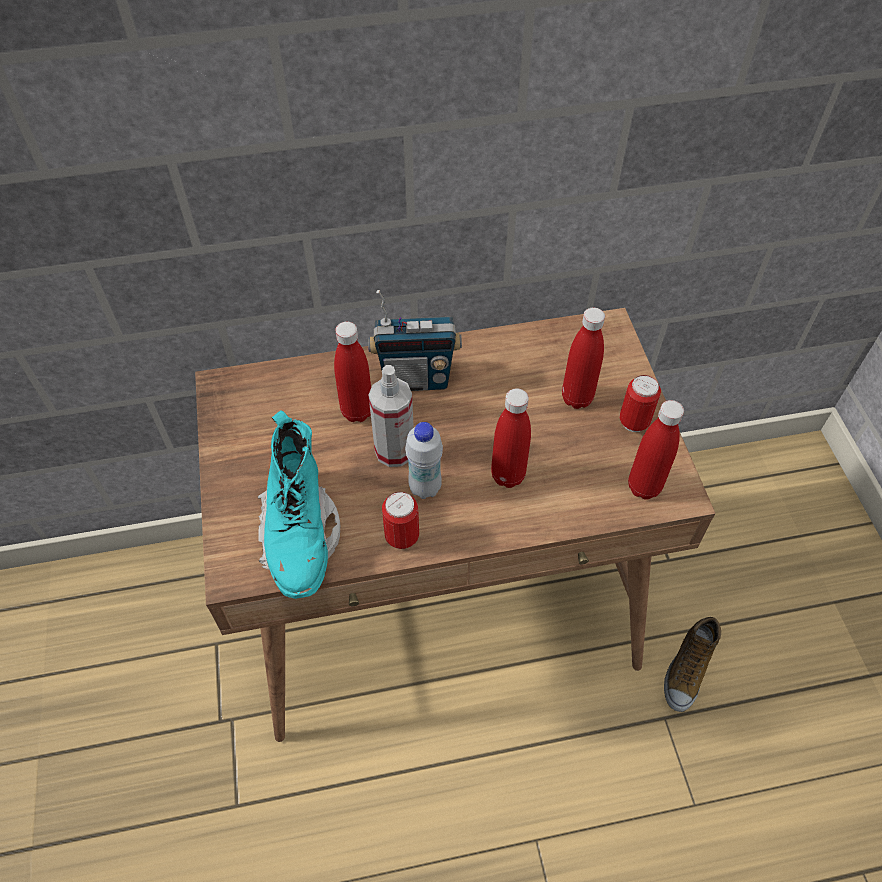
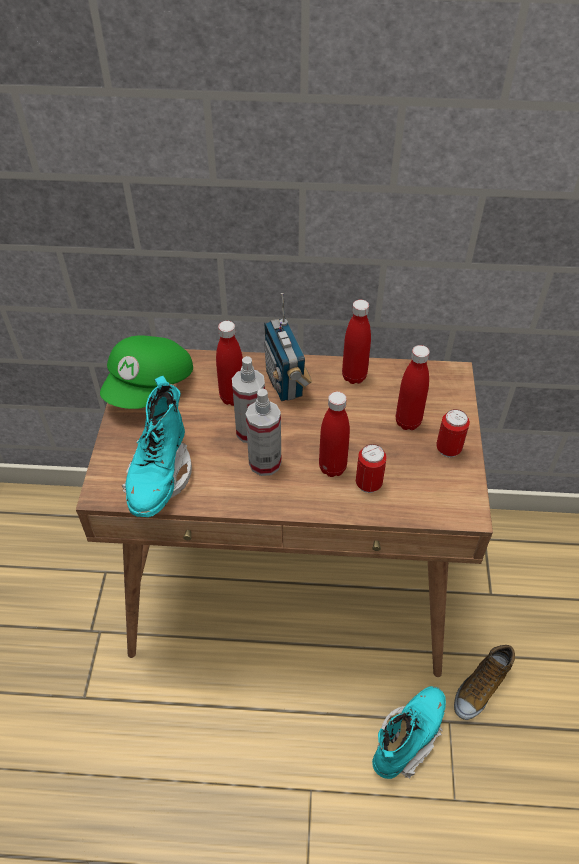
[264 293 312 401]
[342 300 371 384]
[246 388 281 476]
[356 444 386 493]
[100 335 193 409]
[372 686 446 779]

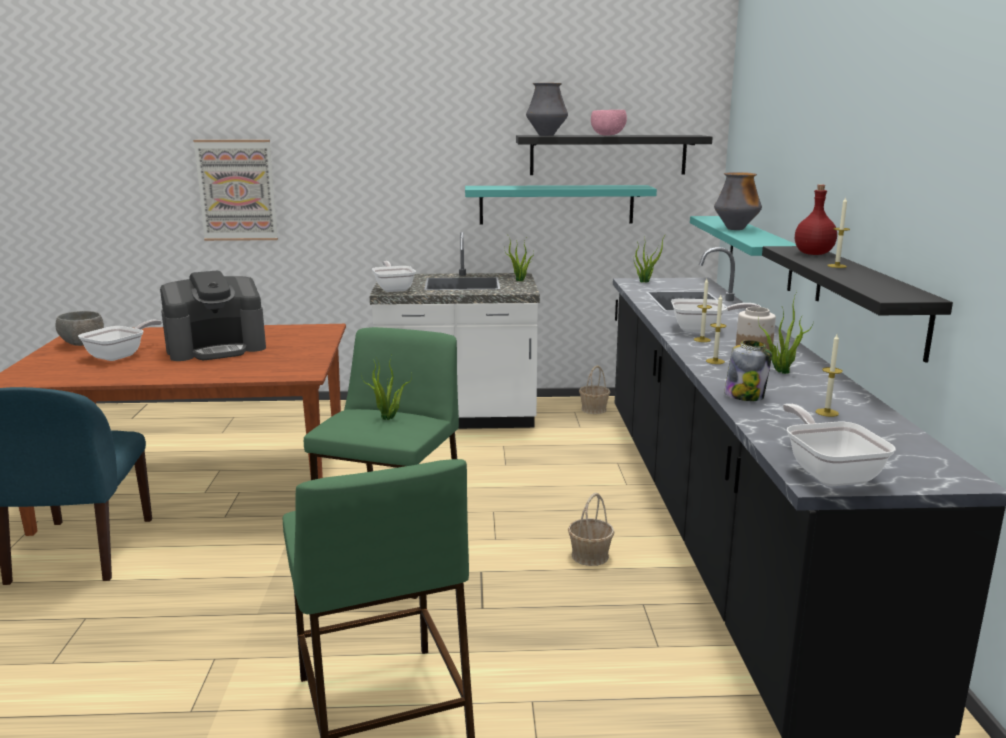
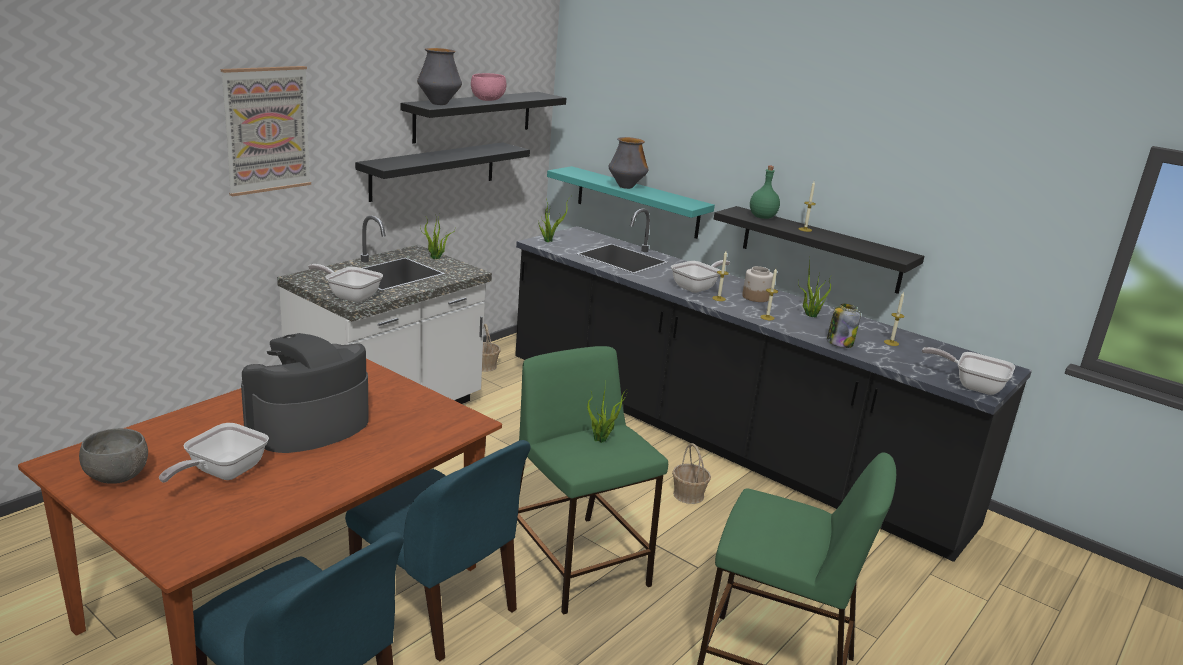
[221 66 311 196]
[355 142 530 202]
[750 166 780 219]
[241 333 369 453]
[159 423 269 483]
[345 440 530 661]

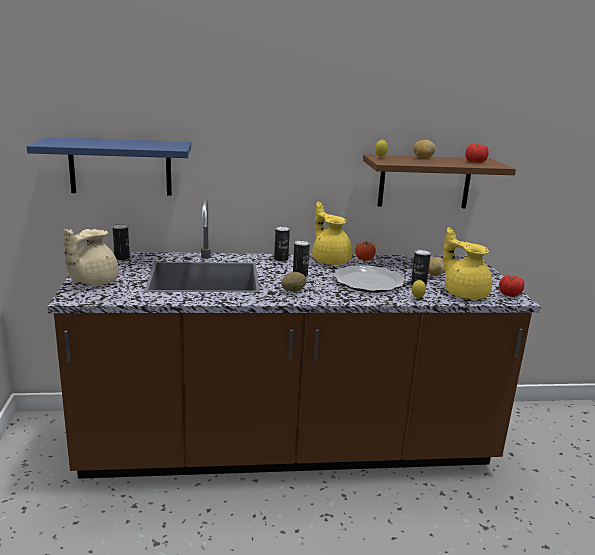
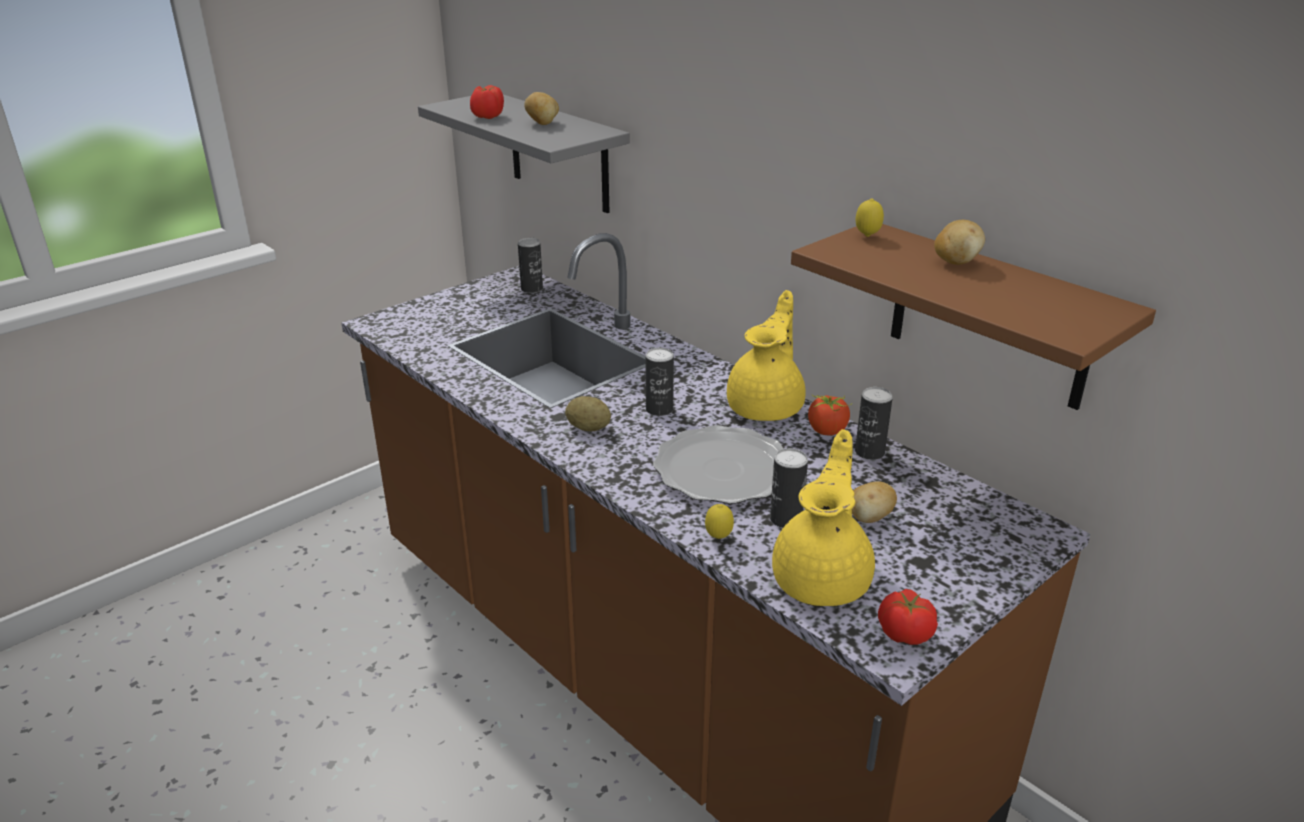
[418 95 630 213]
[470 85 504 119]
[855 387 893 460]
[63 229 119 286] (first image)
[524 92 559 125]

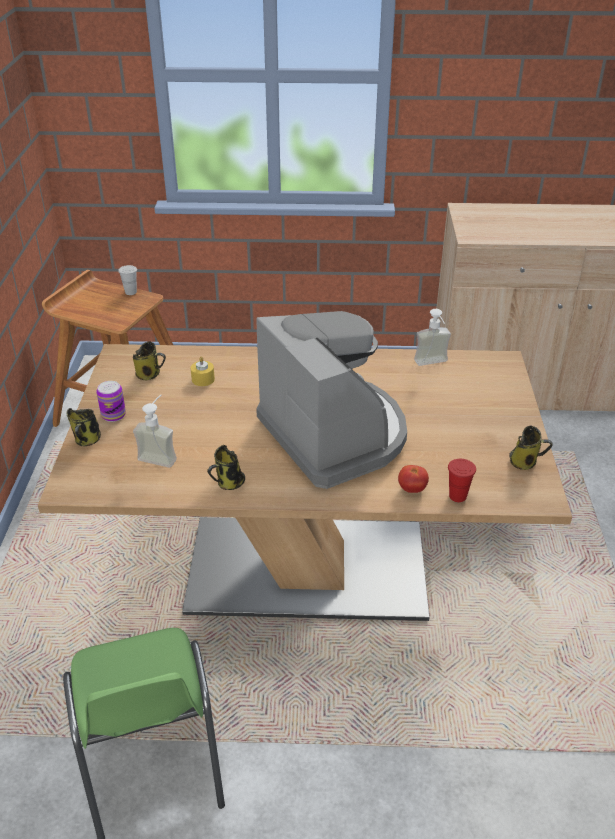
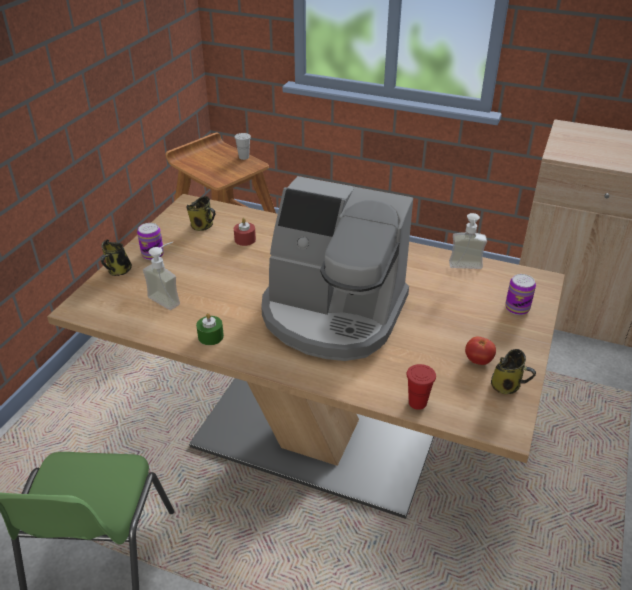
[261 176 413 361]
[234 218 256 246]
[196 313 224 345]
[465 337 496 365]
[505 274 536 315]

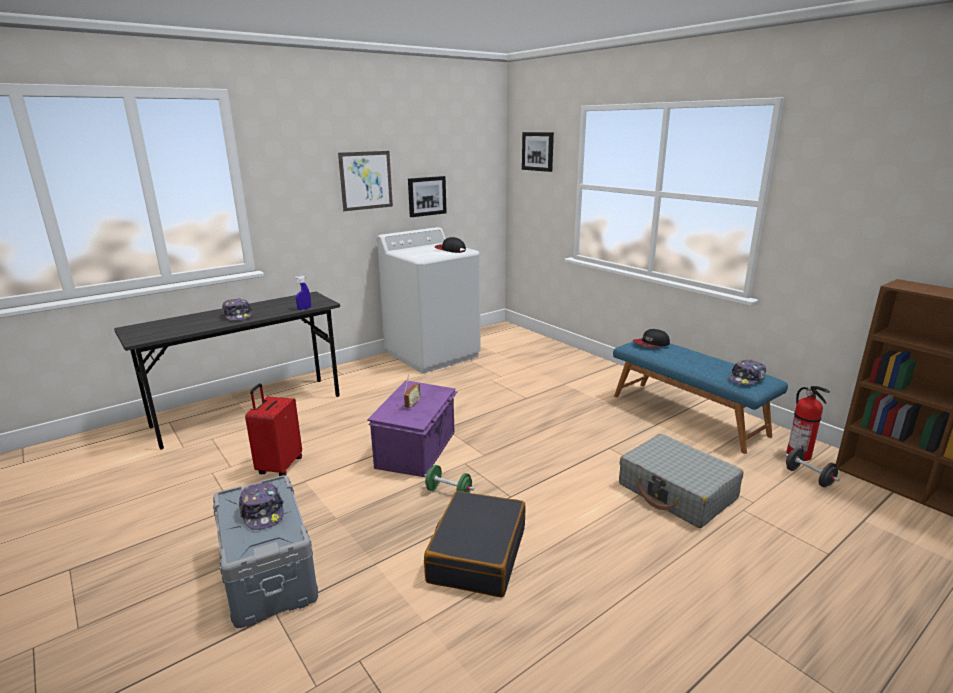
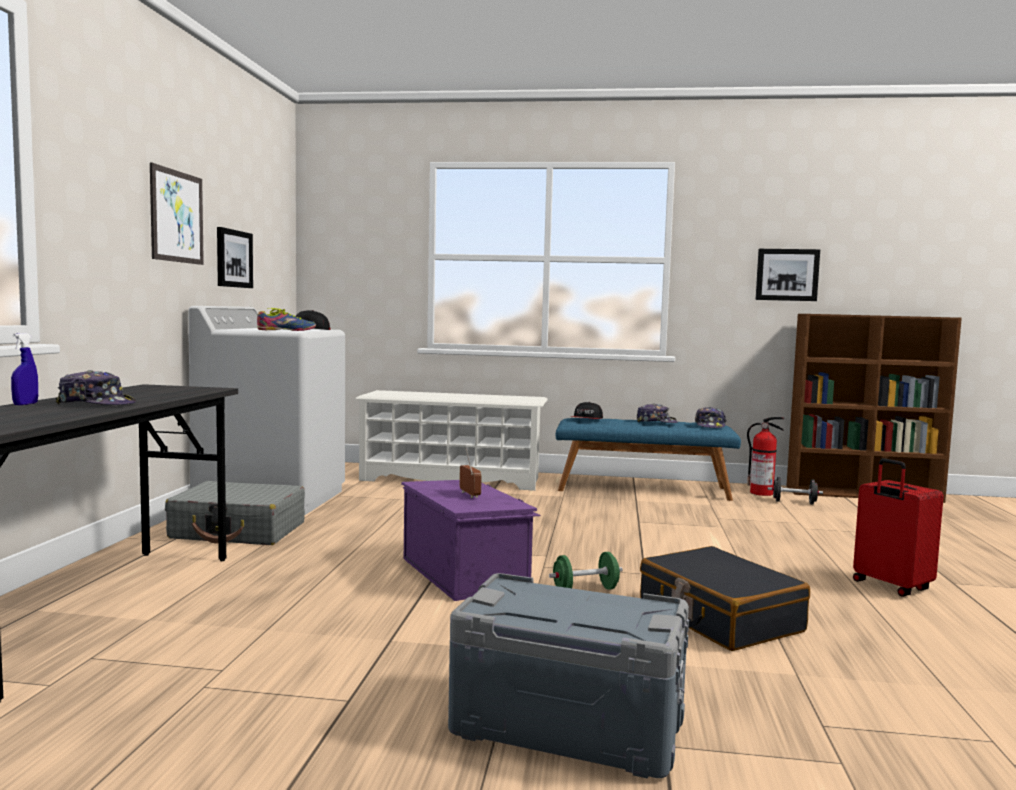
[756 249 820 301]
[11 333 38 405]
[853 458 944 596]
[165 481 305 545]
[636 403 677 423]
[257 308 316 331]
[355 390 548 491]

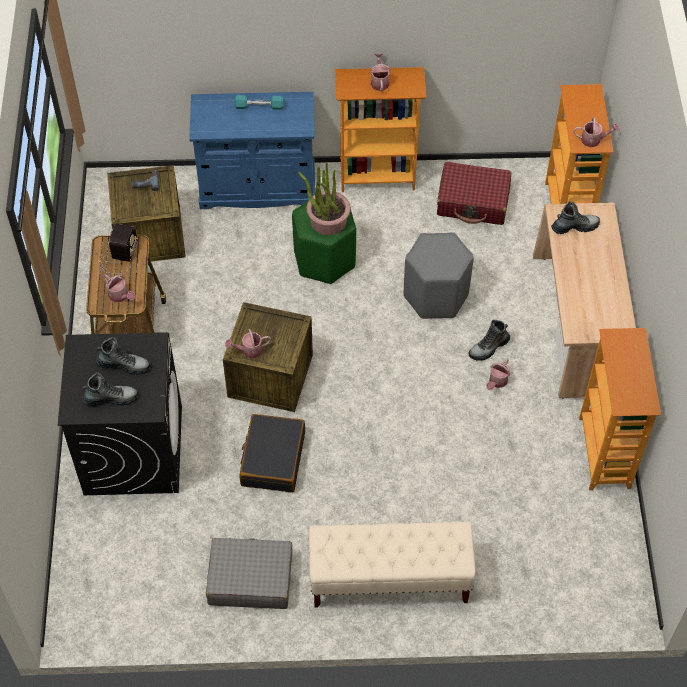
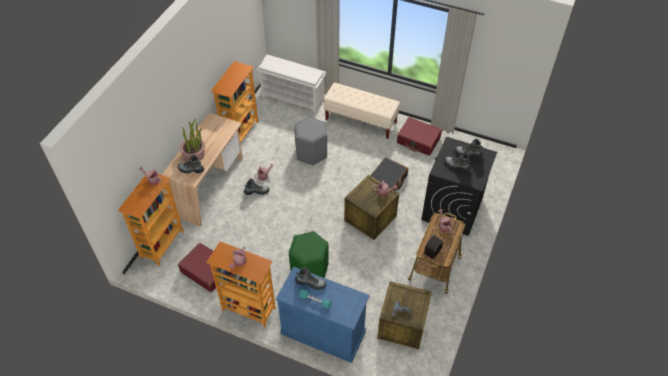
[180 119 205 161]
[294 117 327 165]
[397 117 442 156]
[256 55 326 113]
[295 267 326 290]

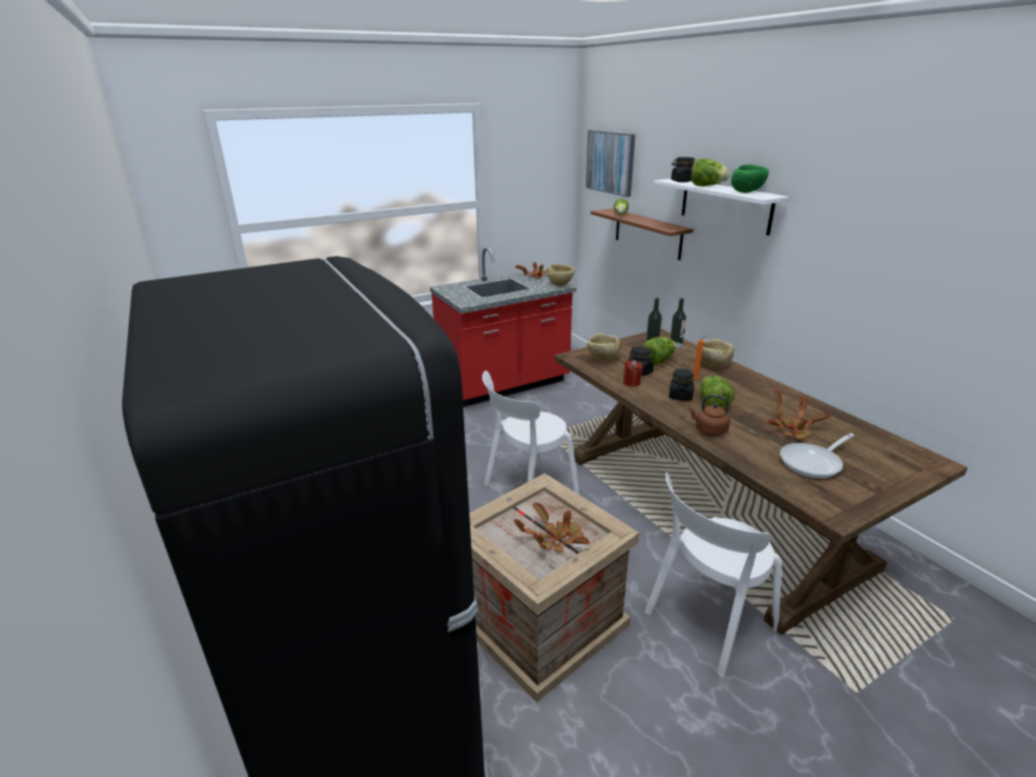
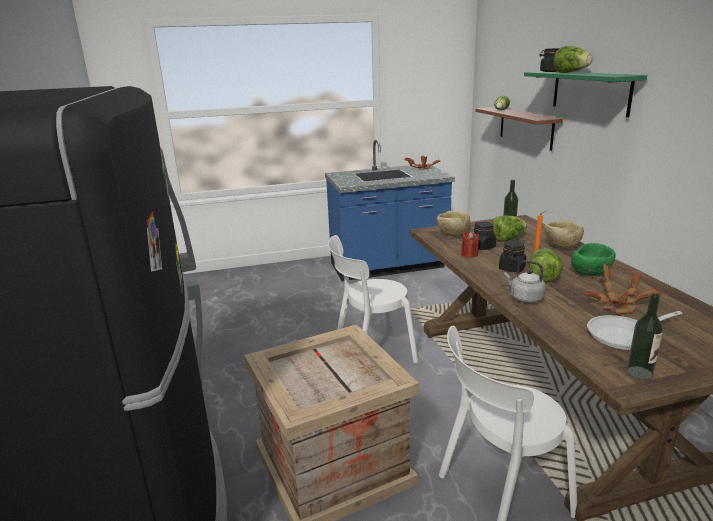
[586 130 635 197] (first image)
[571 243 616 276]
[524 71 647 117]
[325 140 455 281]
[547 264 575 286] (first image)
[627 293 663 380]
[504 260 546 303]
[514 502 590 552] (first image)

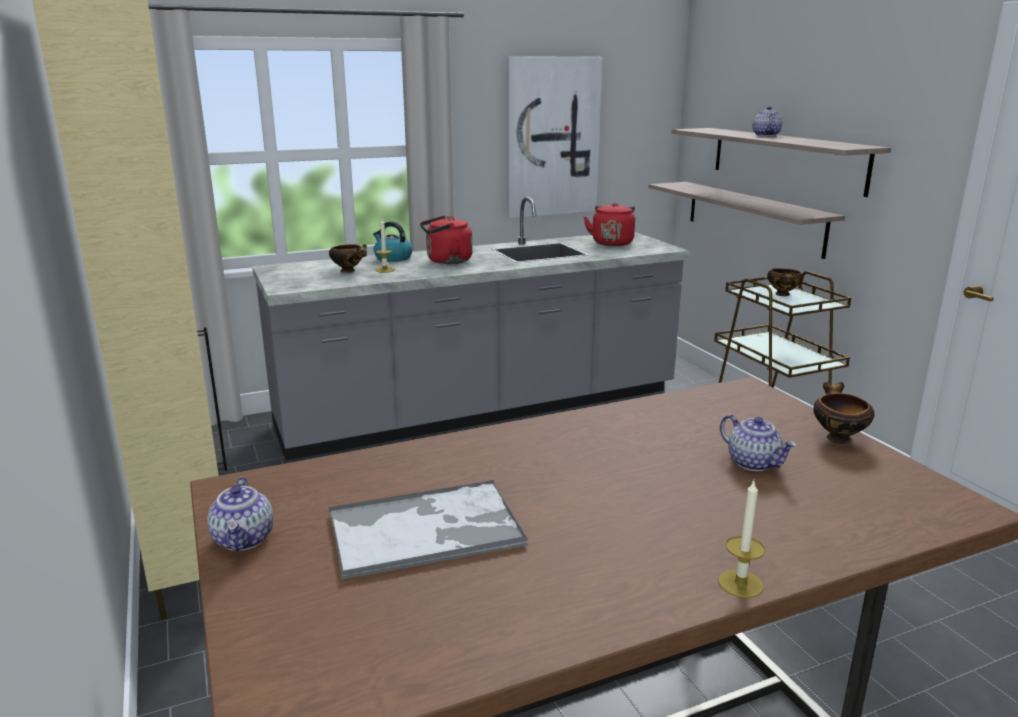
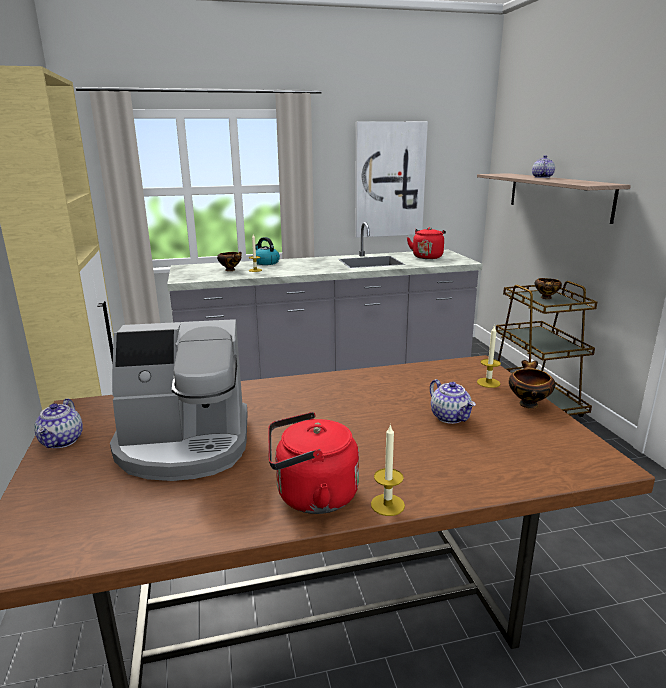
[648 182 845 259] (first image)
[268 412 359 514]
[110 319 248 481]
[477 325 501 388]

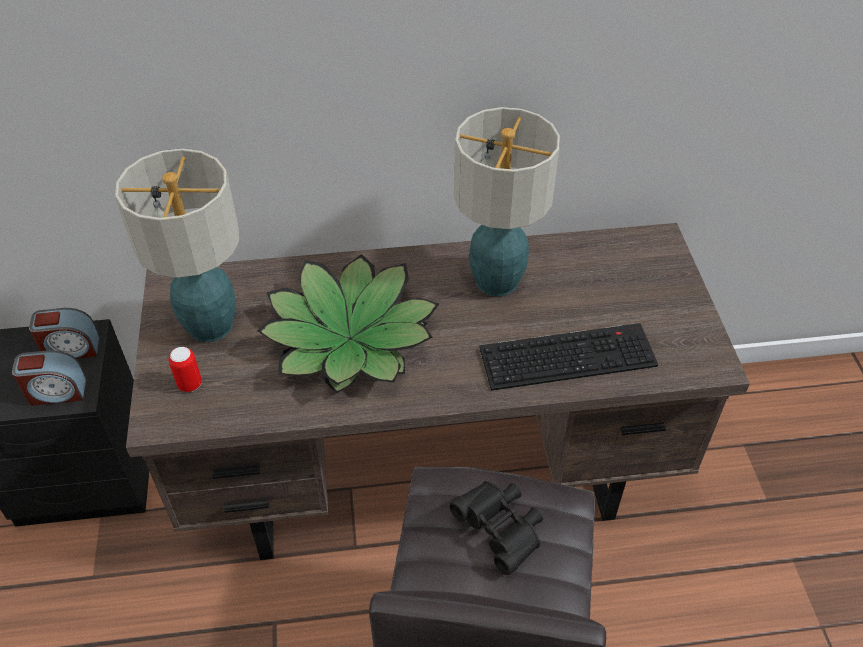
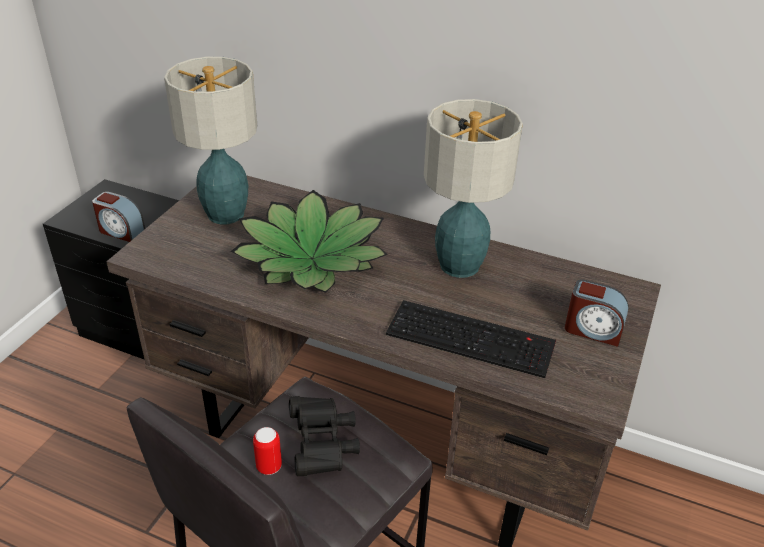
[565 279 629 347]
[253 427 282 475]

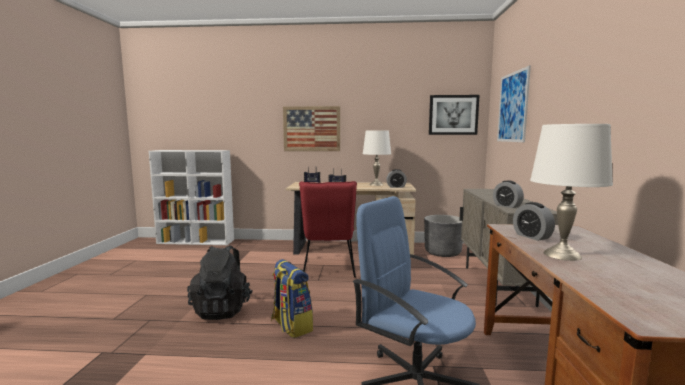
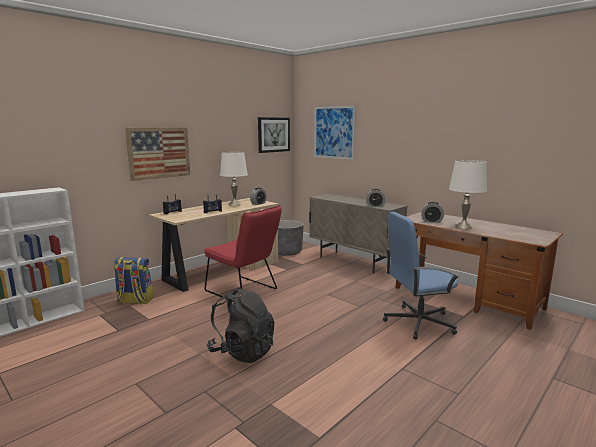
[114 257 153 304]

